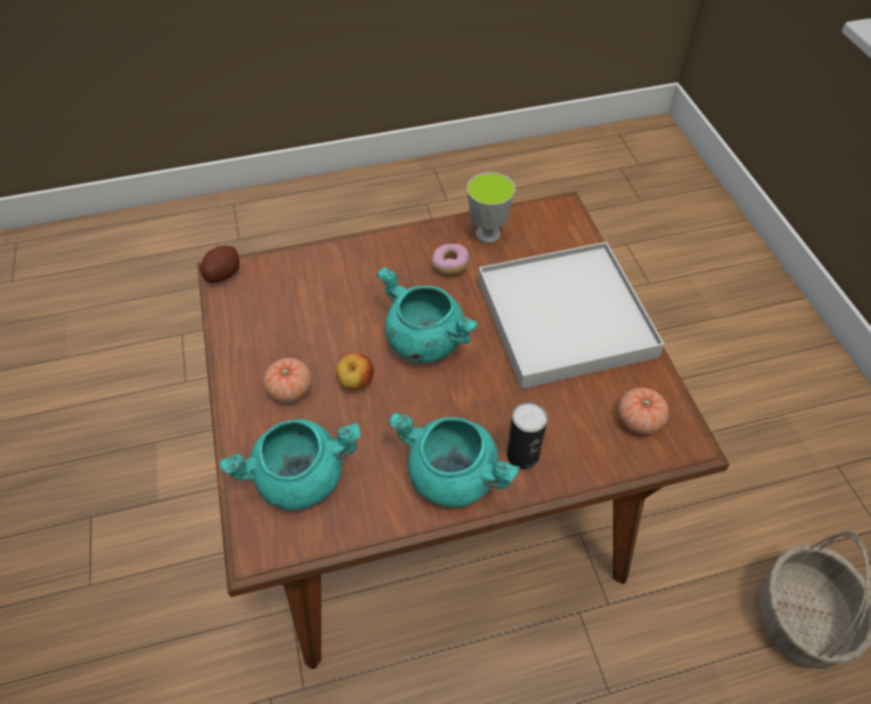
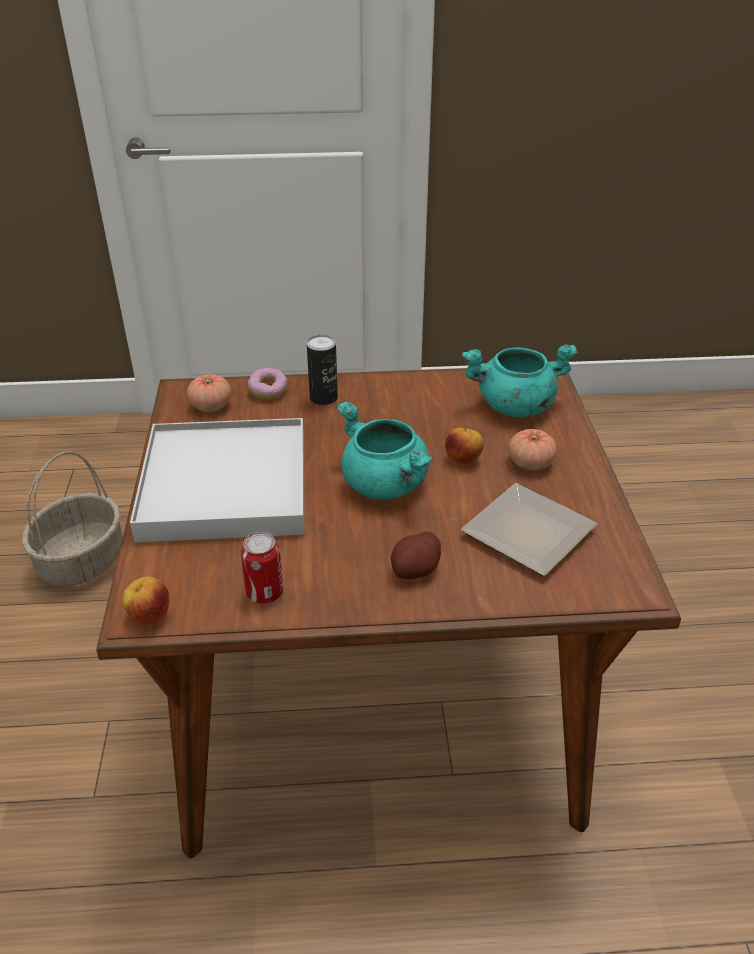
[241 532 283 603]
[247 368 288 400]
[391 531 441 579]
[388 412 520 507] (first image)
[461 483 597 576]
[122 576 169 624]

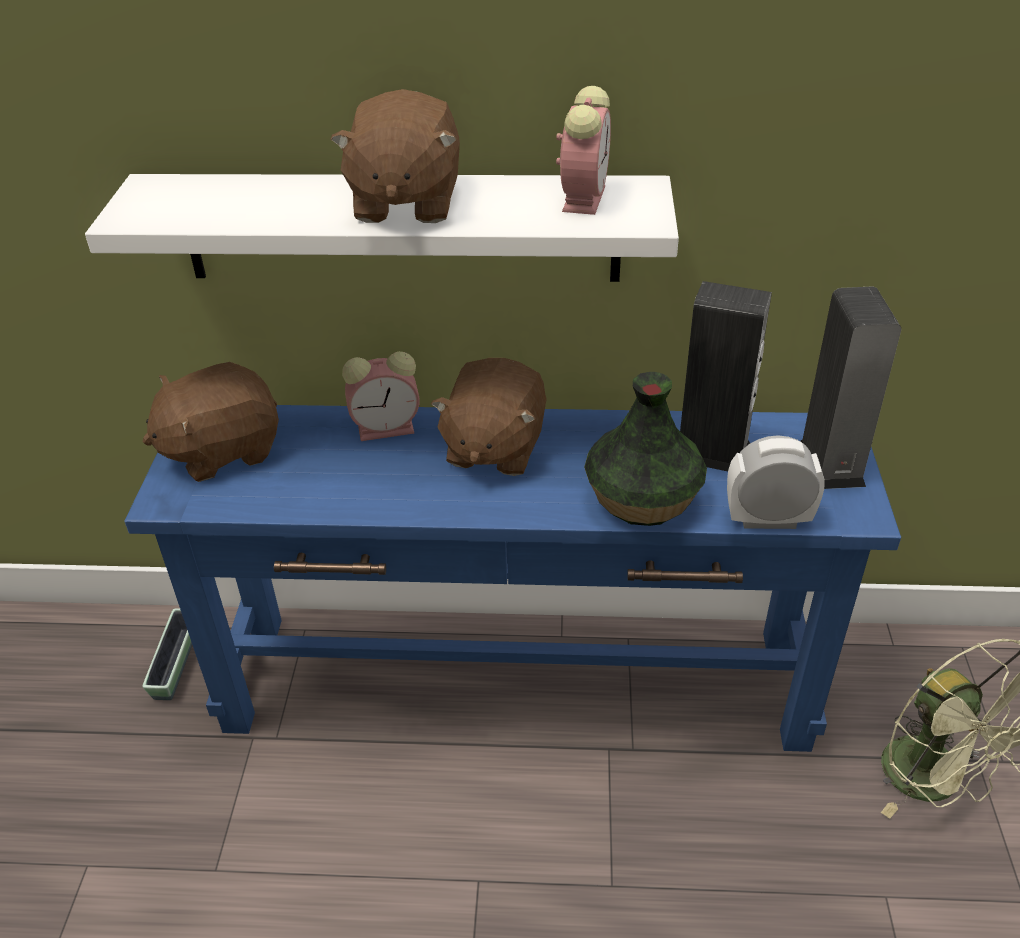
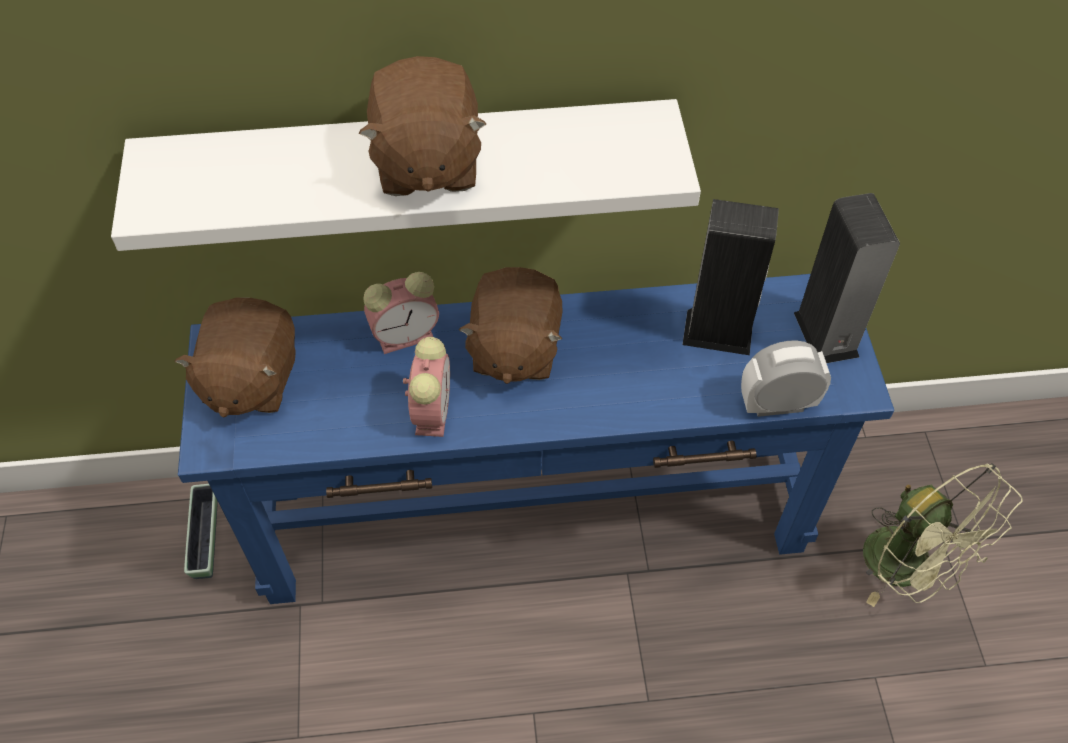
[403 337 450 437]
[175 297 296 418]
[584 372 707 526] (first image)

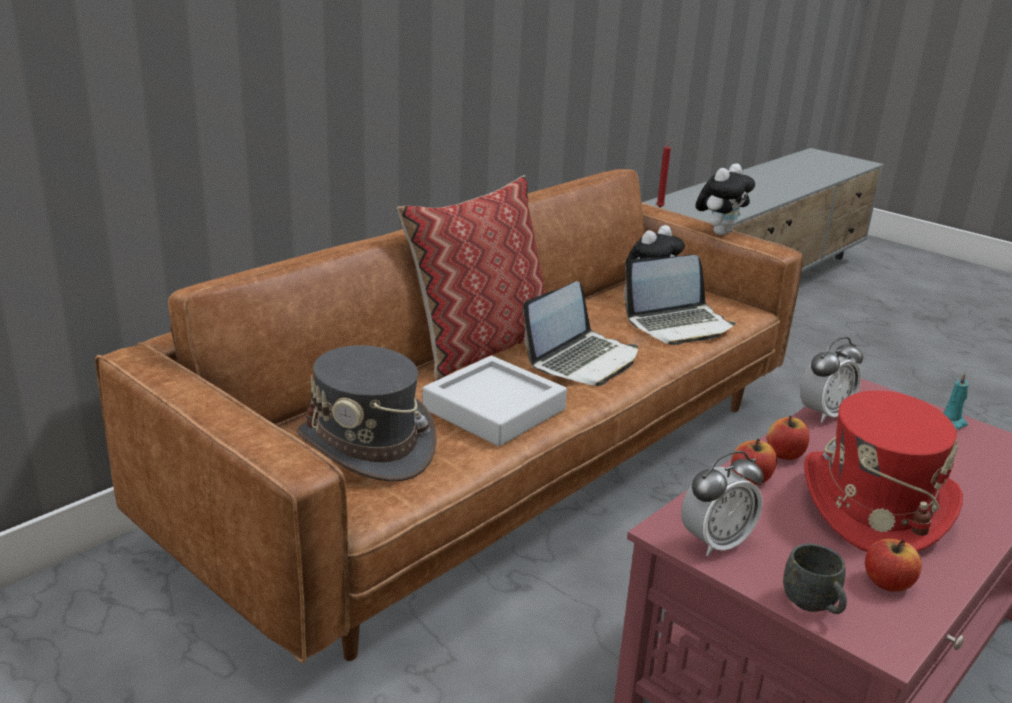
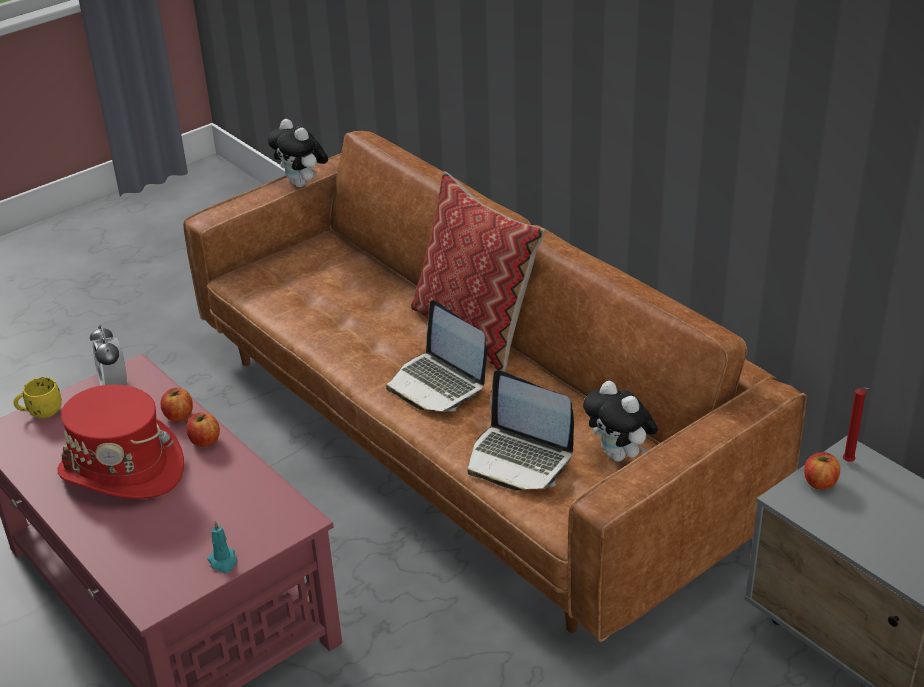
[267 119 328 187]
[467 370 574 491]
[800 337 863 423] (first image)
[297 345 437 482] (first image)
[423 356 567 446] (first image)
[804 452 840 490]
[13 377 62 418]

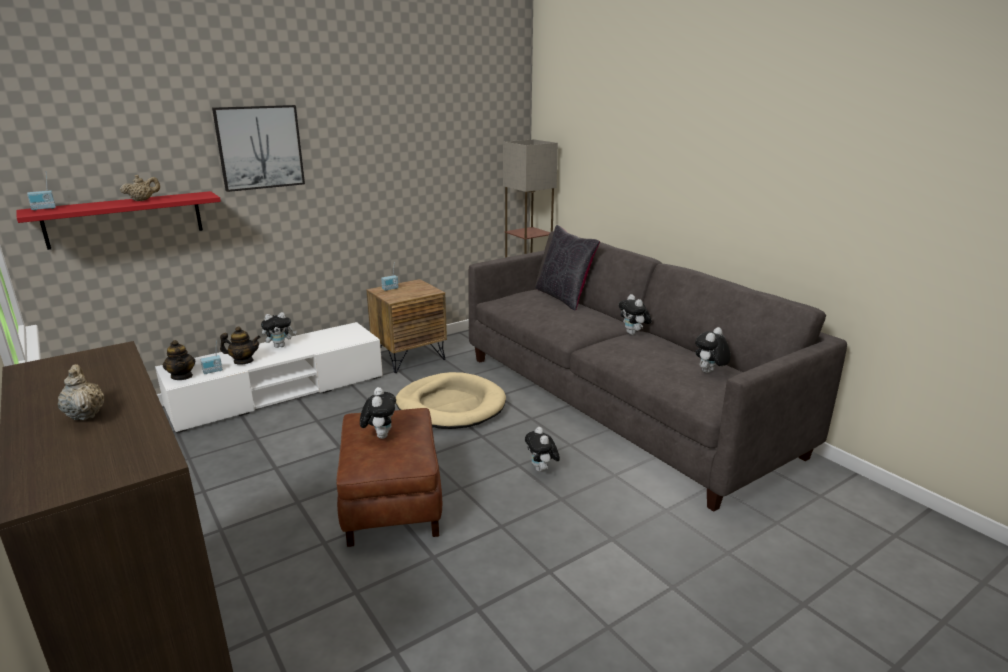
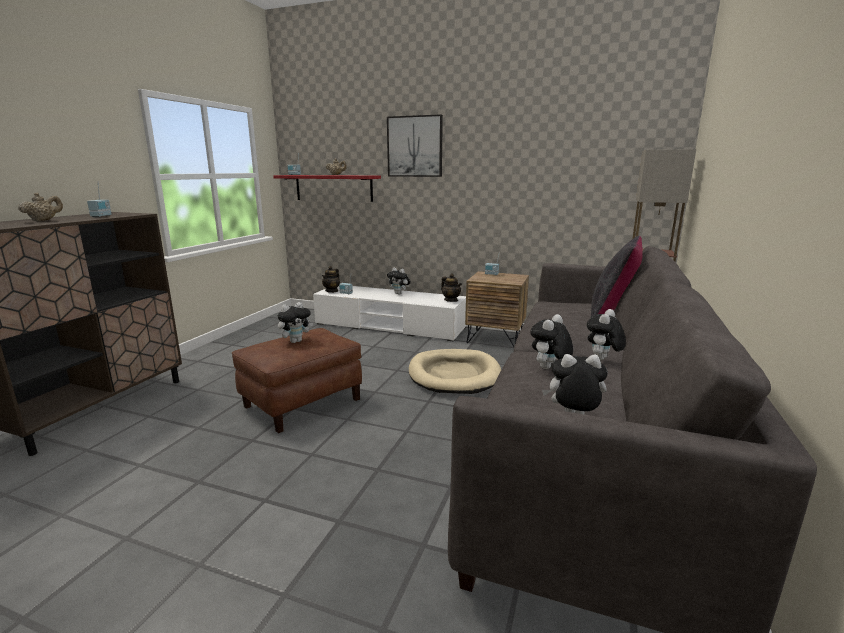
[441 273 462 302]
[530 314 573 369]
[87 181 112 217]

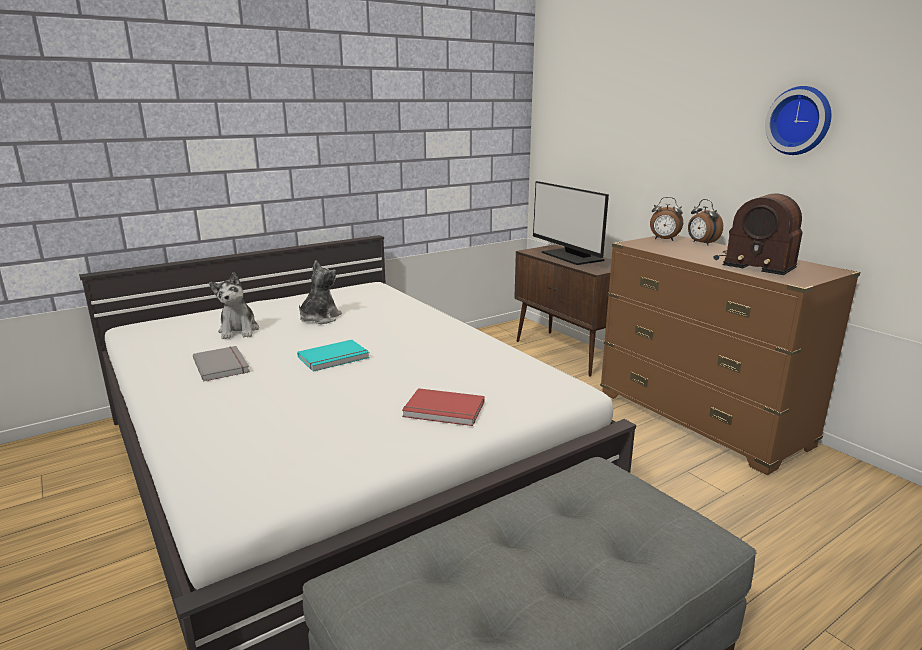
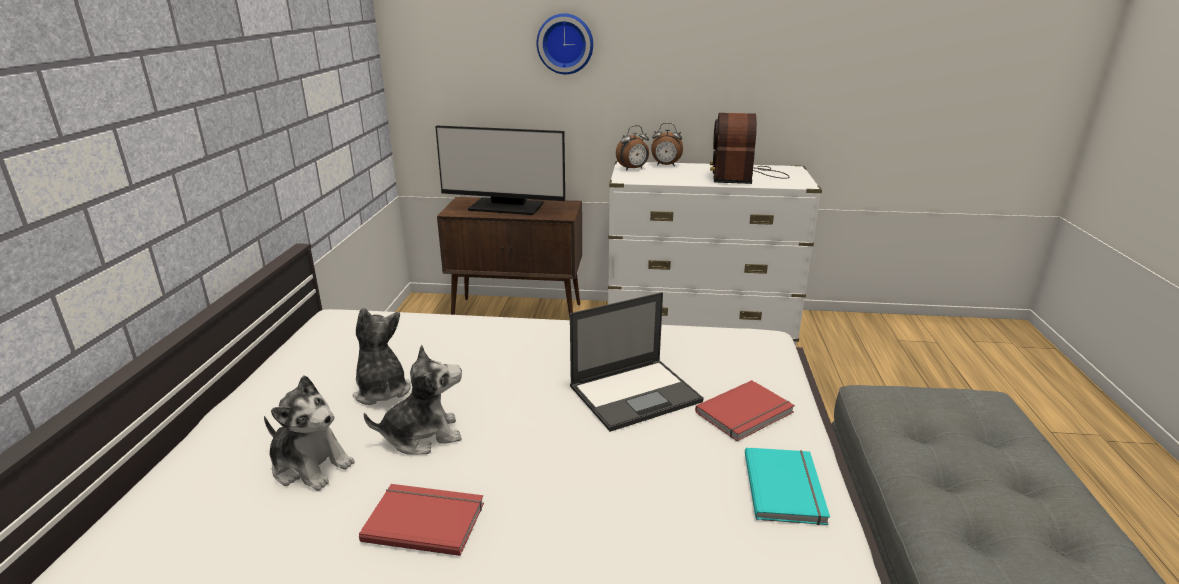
[537 13 593 74]
[710 113 790 184]
[608 161 822 346]
[745 447 830 525]
[359 484 484 556]
[570 292 704 432]
[363 345 462 455]

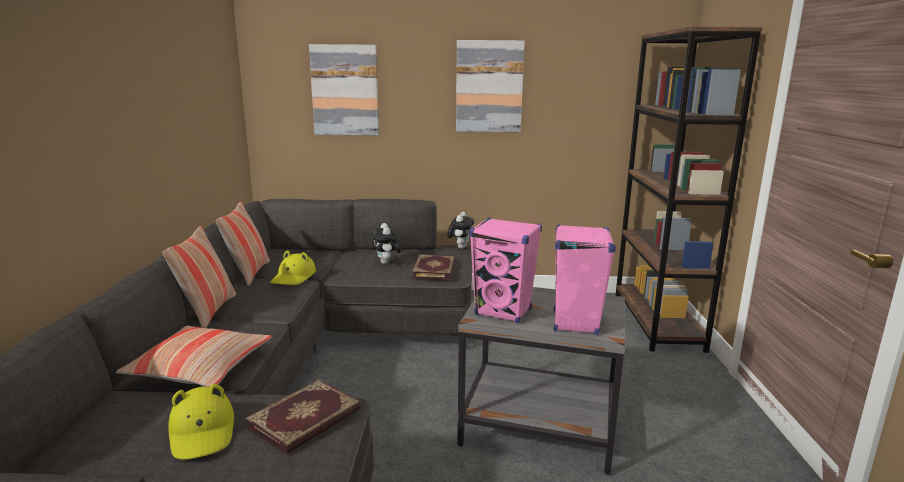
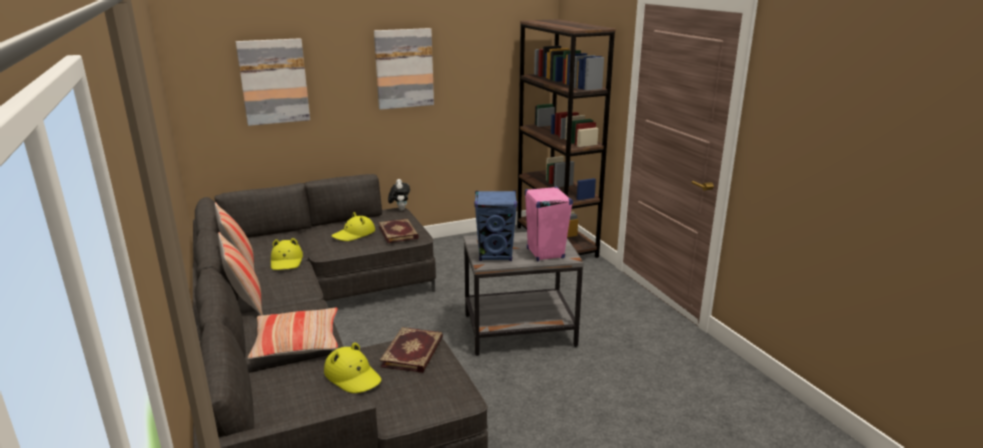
[474 190 517 261]
[332 212 375 241]

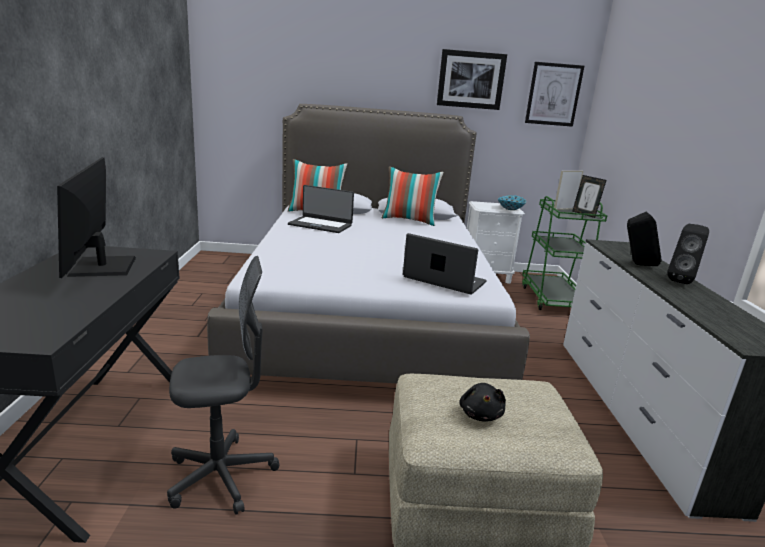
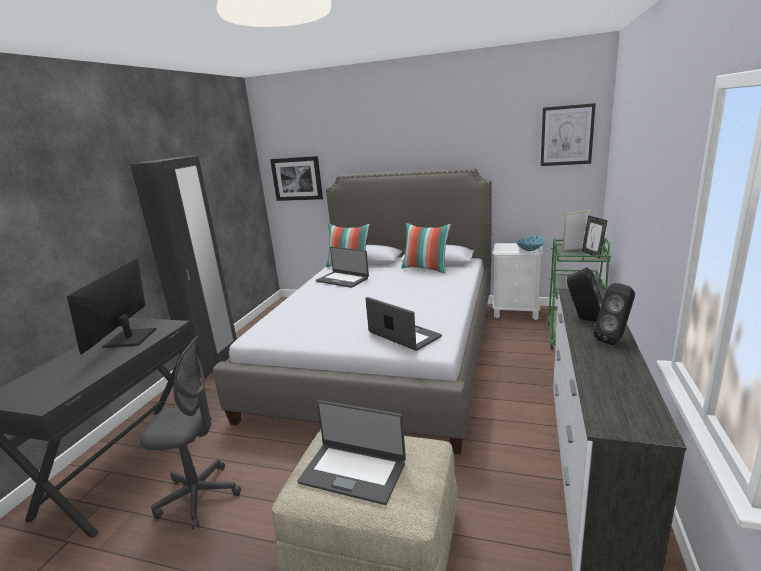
[270 156 323 201]
[297 400 406 505]
[130 156 237 379]

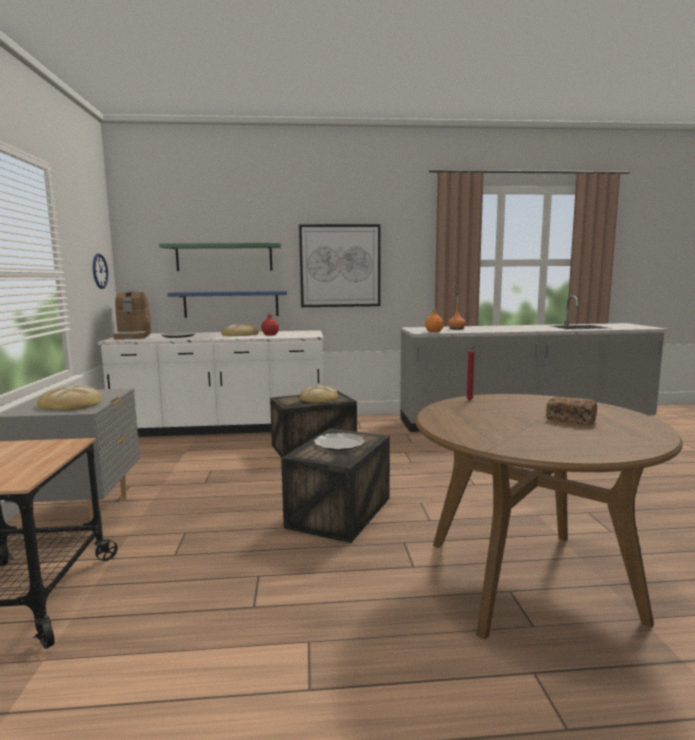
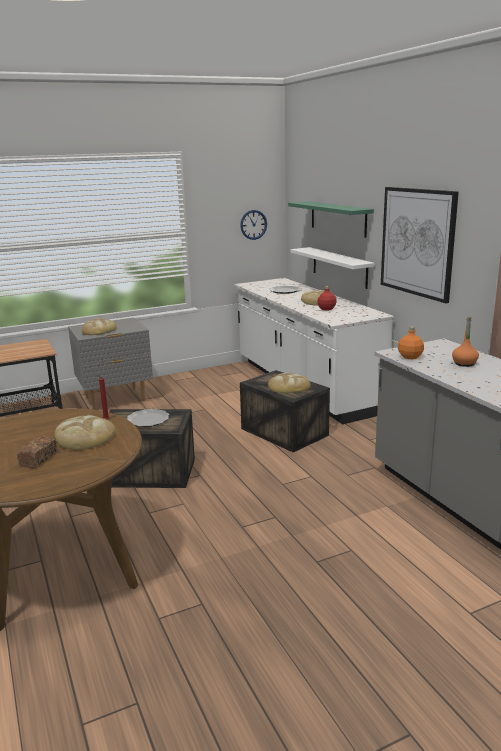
[113 291 151 340] (first image)
[291 247 375 289]
[54 415 116 450]

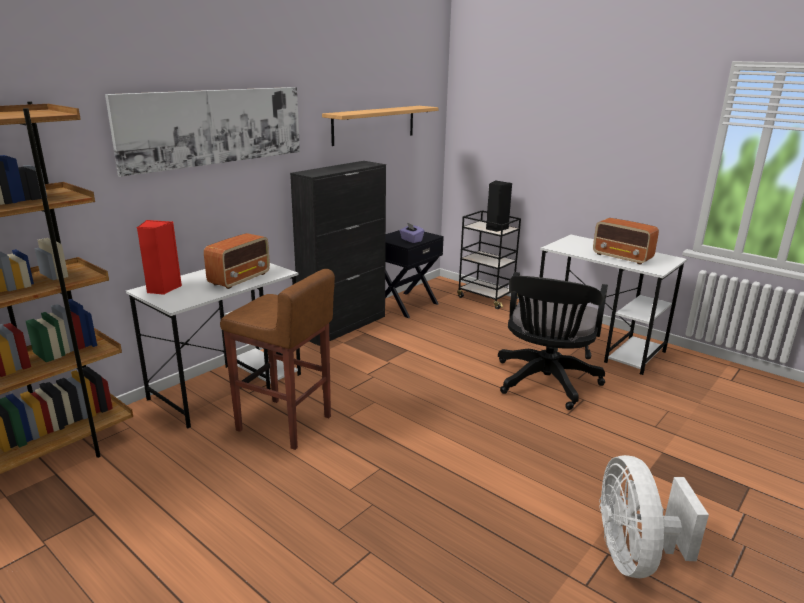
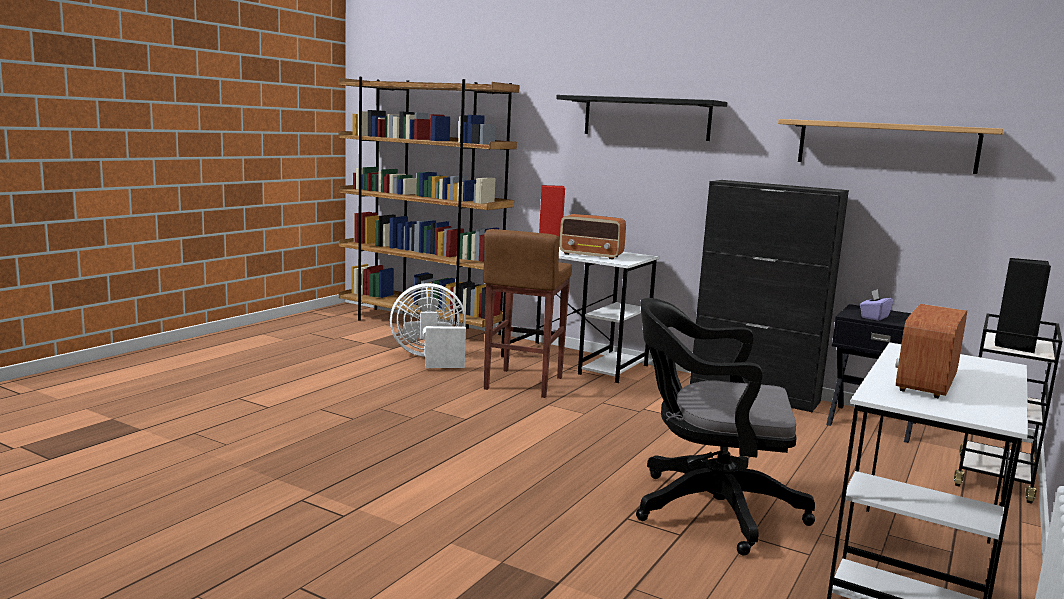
[556 95 727 141]
[390 283 466 368]

